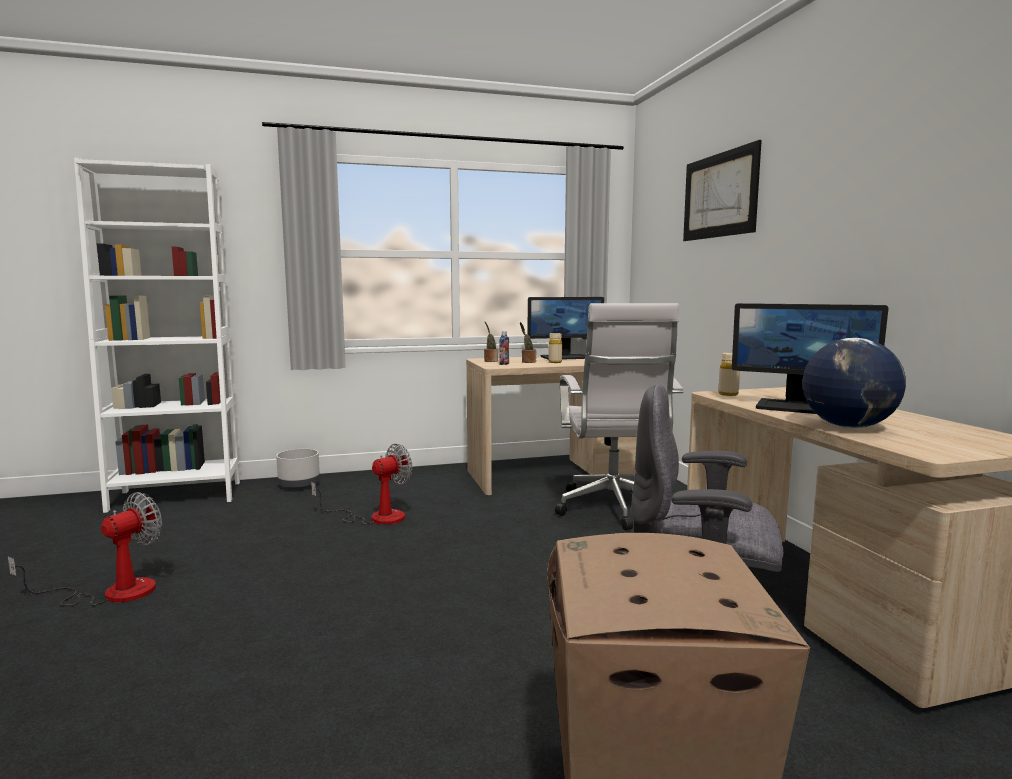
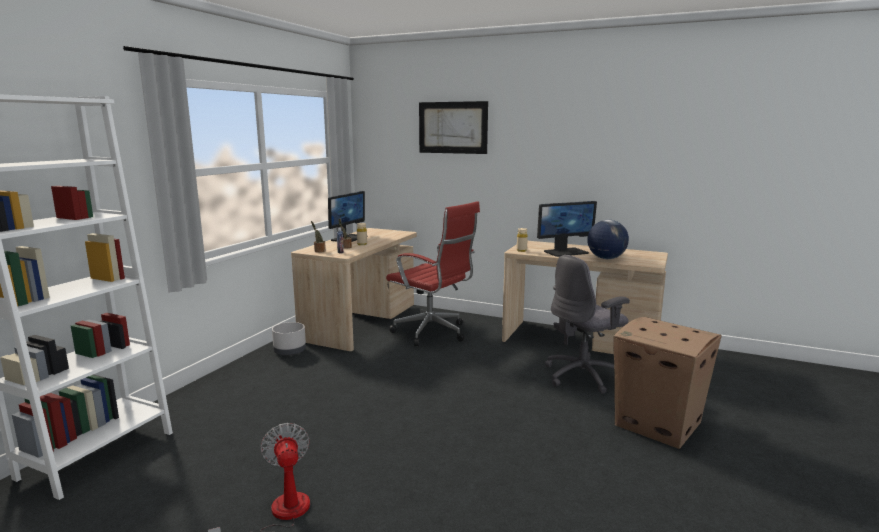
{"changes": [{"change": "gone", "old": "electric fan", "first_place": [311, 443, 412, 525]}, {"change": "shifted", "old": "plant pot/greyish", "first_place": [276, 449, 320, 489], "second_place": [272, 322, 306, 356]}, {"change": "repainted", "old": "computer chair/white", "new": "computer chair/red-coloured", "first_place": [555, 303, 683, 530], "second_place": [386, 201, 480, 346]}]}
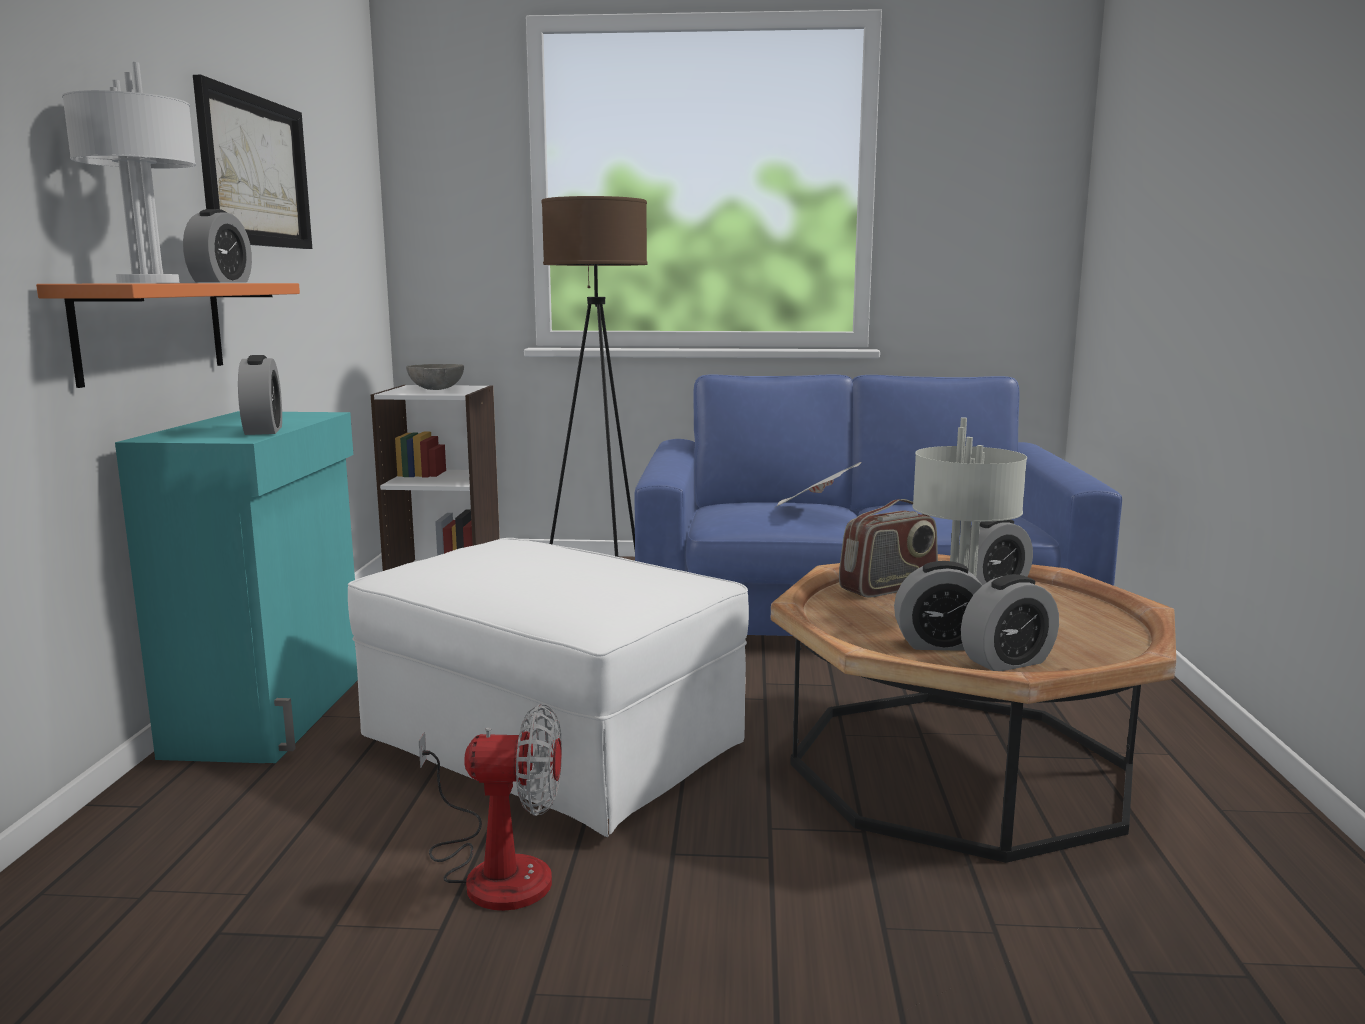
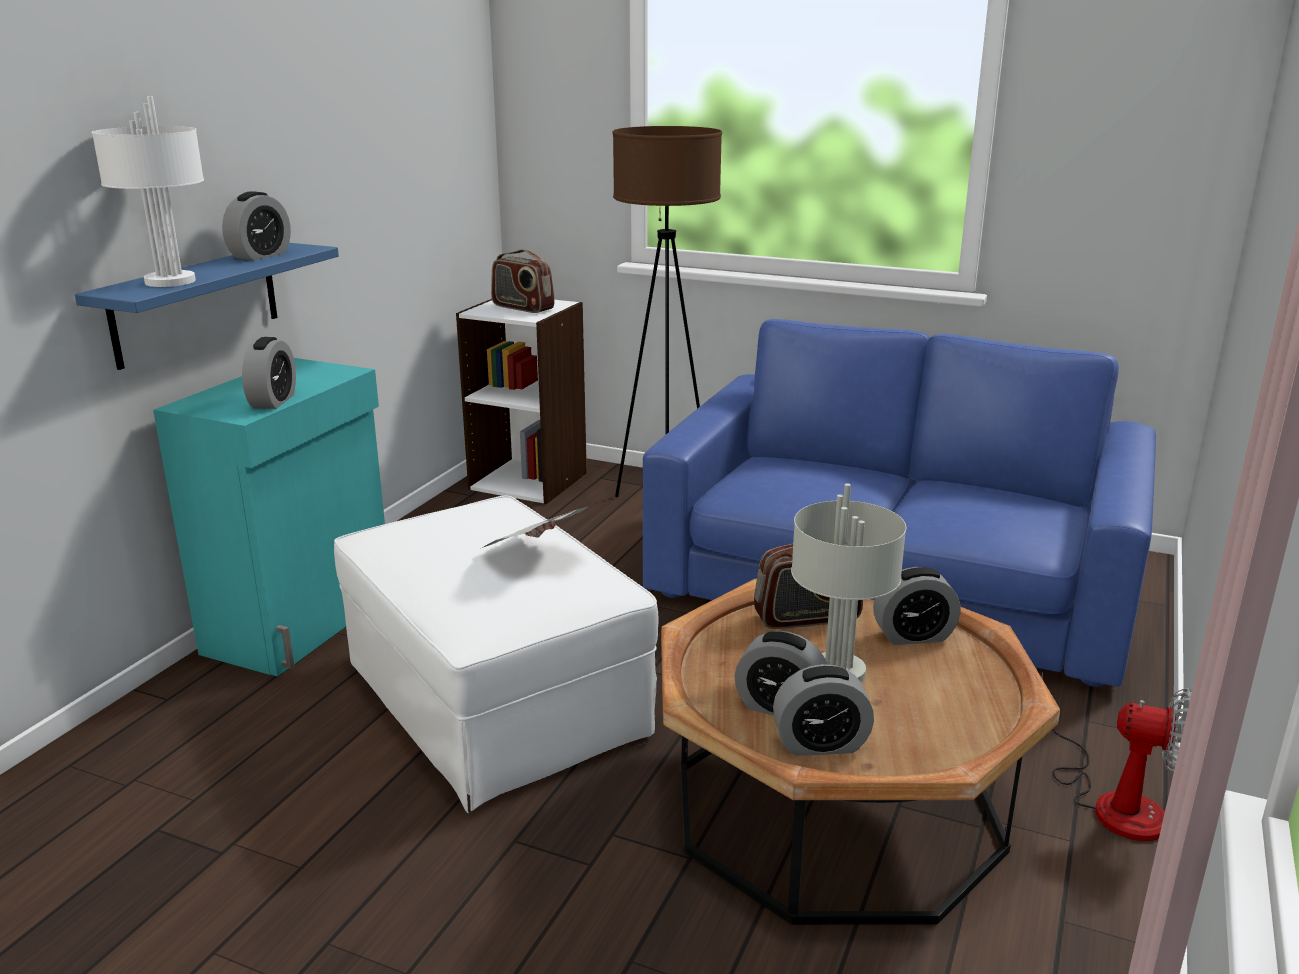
{"changes": [{"change": "gone", "old": "picture", "first_place": [193, 75, 312, 249]}, {"change": "shifted", "old": "electric fan", "first_place": [419, 704, 562, 911], "second_place": [1041, 672, 1192, 841]}, {"change": "shifted", "old": "newspaper", "first_place": [774, 462, 862, 508], "second_place": [482, 507, 588, 548]}, {"change": "swapped", "old": "serving bowl/greyish", "new": "radio", "first_place": [406, 364, 464, 390], "second_place": [491, 249, 555, 313]}, {"change": "repainted", "old": "bracket shelf/orange", "new": "bracket shelf/blue", "first_place": [36, 283, 300, 388], "second_place": [75, 243, 339, 370]}]}
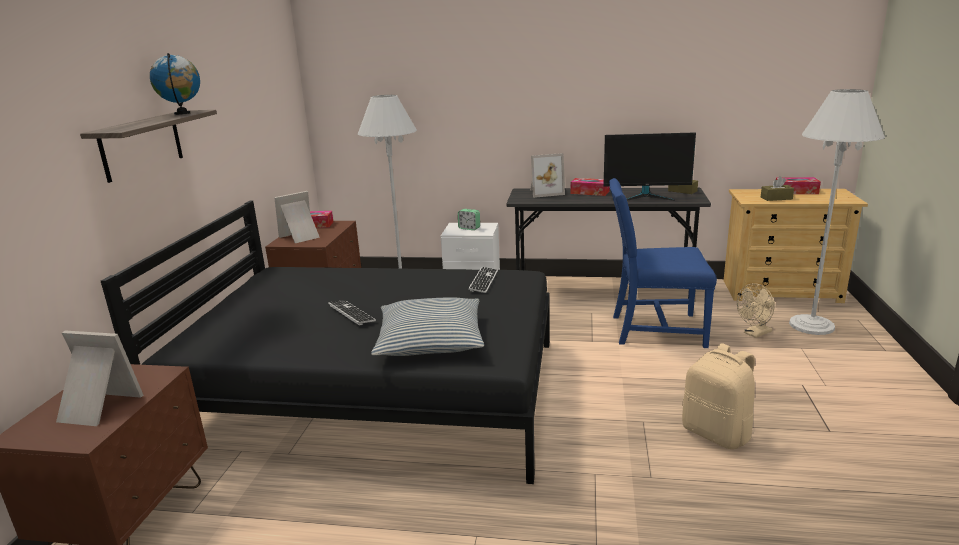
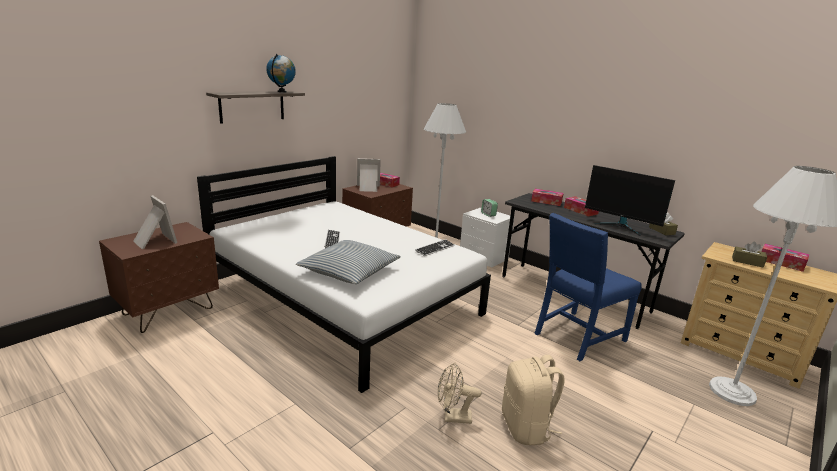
{"changes": [{"change": "shifted", "old": "electric fan/beige", "first_place": [737, 283, 775, 338], "second_place": [438, 363, 481, 424]}, {"change": "swapped", "old": "photo frame", "new": "box of tissues", "first_place": [530, 153, 565, 198], "second_place": [531, 189, 564, 206]}, {"change": "repainted", "old": "sleeping bed/black-coloured", "new": "sleeping bed/white", "first_place": [101, 201, 550, 484], "second_place": [197, 156, 491, 393]}, {"change": "rotated", "old": "chair/blue", "first_place": [609, 178, 717, 348], "second_place": [534, 213, 642, 361], "degrees": -75}]}
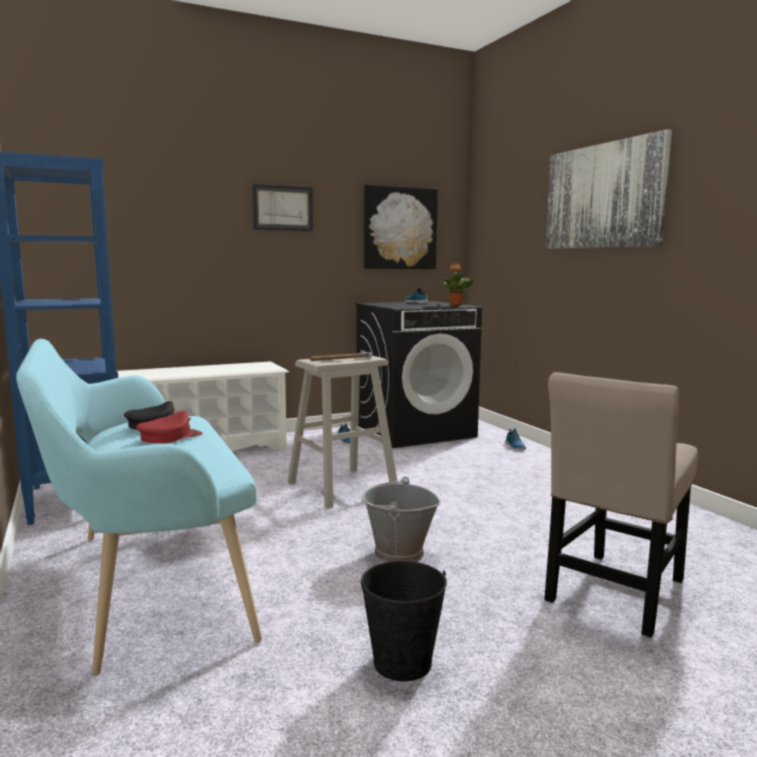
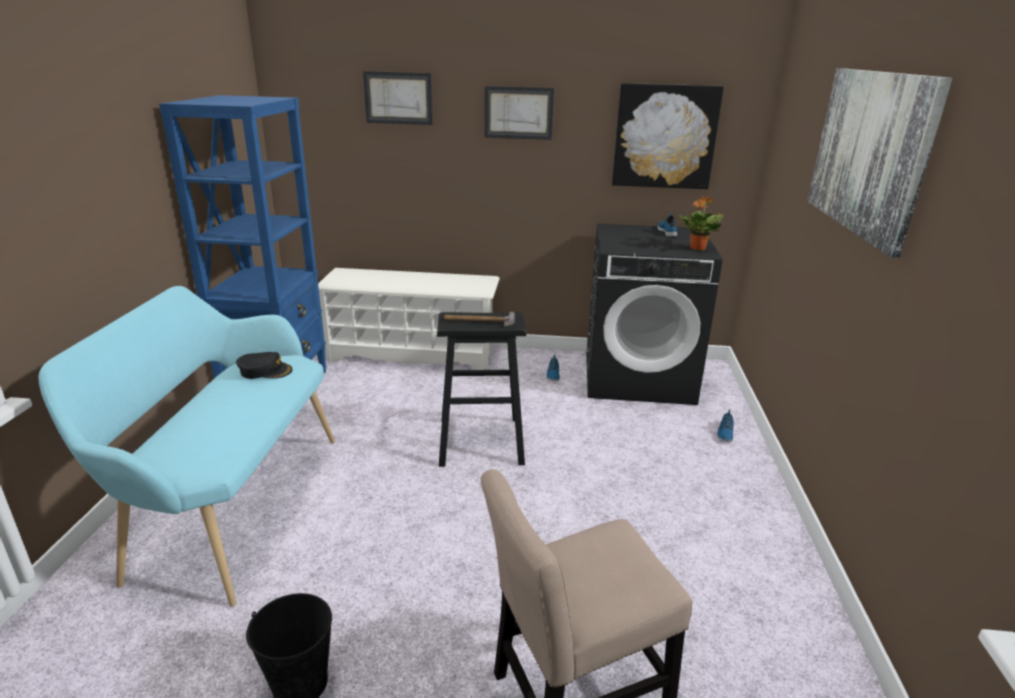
{"changes": [{"change": "gone", "old": "baseball cap/red-coloured", "first_place": [136, 411, 203, 443]}, {"change": "gone", "old": "pail/greyish", "first_place": [362, 477, 441, 562]}, {"change": "new", "new": "picture", "second_place": [363, 71, 433, 125]}, {"change": "repainted", "old": "sitting stool/beige", "new": "sitting stool/black-coloured", "first_place": [287, 356, 397, 509], "second_place": [437, 312, 527, 467]}]}
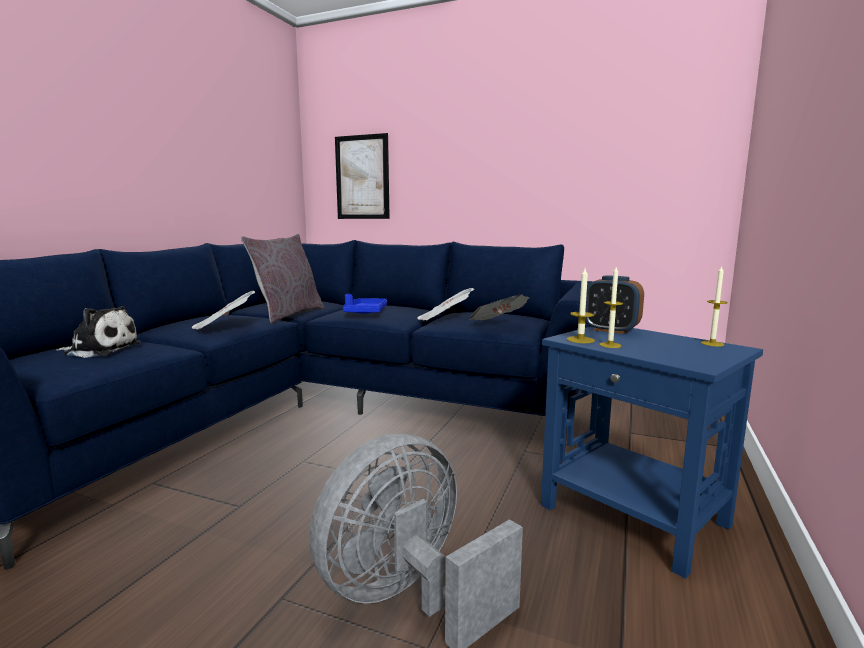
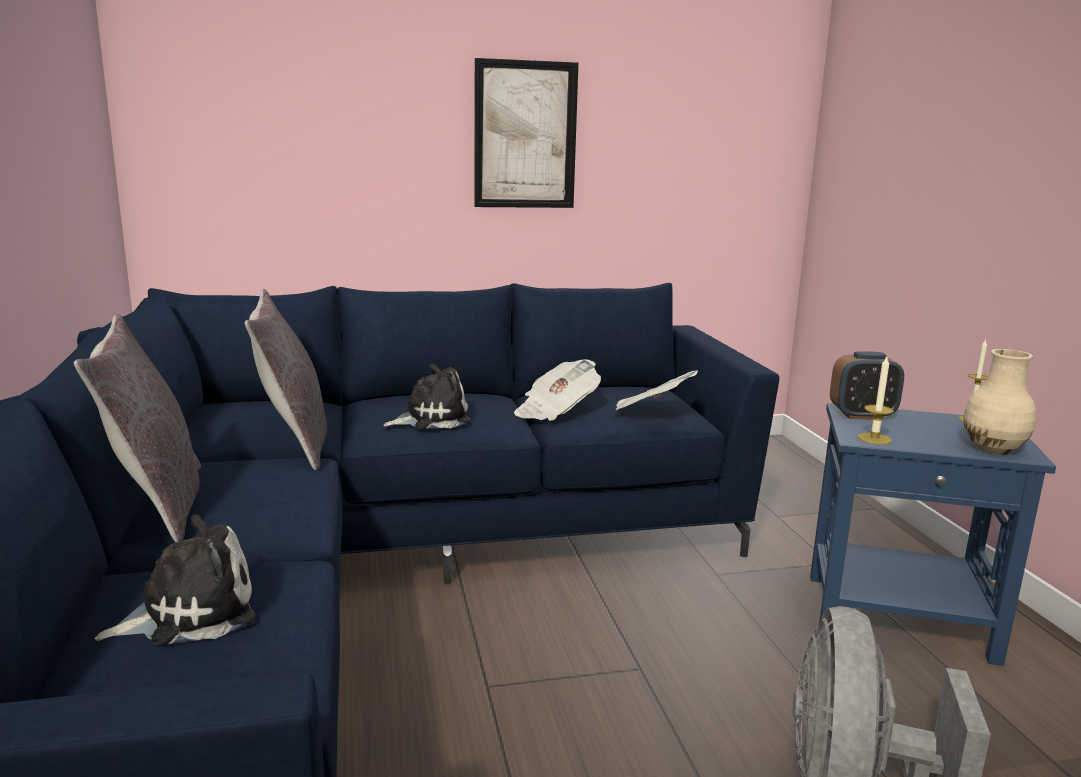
{"changes": [{"change": "gone", "old": "newspaper", "first_place": [191, 291, 255, 329]}, {"change": "gone", "old": "wax light", "first_place": [599, 267, 623, 348]}, {"change": "new", "new": "pillow/greyish", "second_place": [74, 314, 201, 543]}, {"change": "new", "new": "vase/beige", "second_place": [963, 349, 1036, 455]}, {"change": "shifted", "old": "picture", "first_place": [335, 133, 390, 219], "second_place": [474, 58, 579, 208]}, {"change": "swapped", "old": "serving tray/blue", "new": "cuddly toy", "first_place": [343, 294, 387, 314], "second_place": [383, 364, 471, 429]}]}
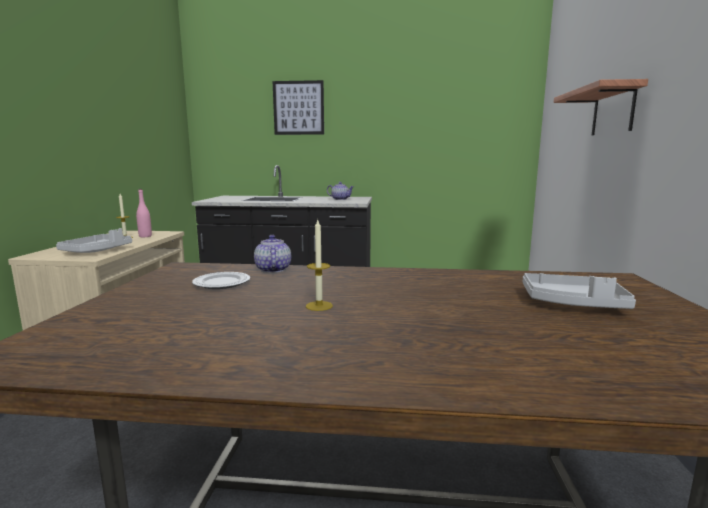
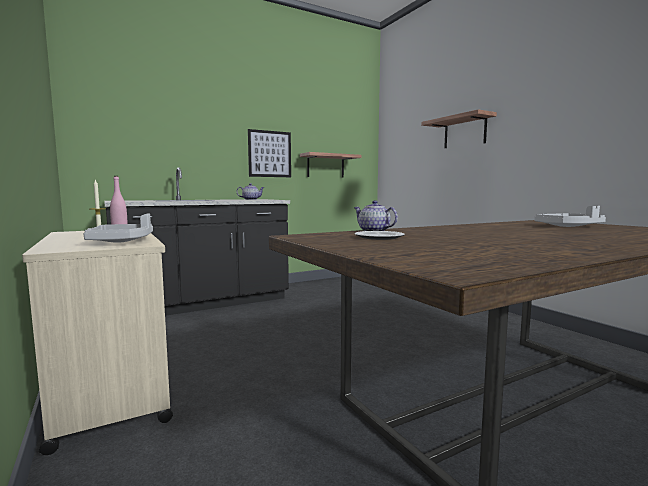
{"changes": [{"change": "gone", "old": "wax light", "first_place": [306, 220, 333, 311]}, {"change": "new", "new": "bracket shelf", "second_place": [300, 152, 361, 178]}, {"change": "shifted", "old": "picture", "first_place": [273, 80, 324, 135], "second_place": [248, 129, 291, 177]}]}
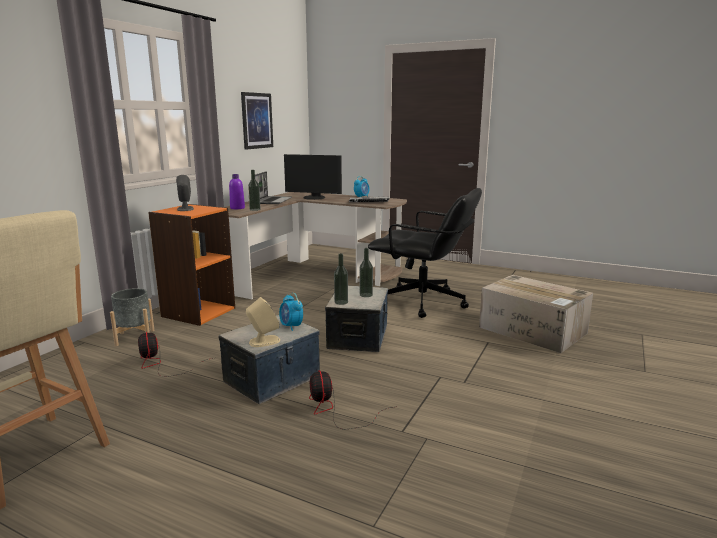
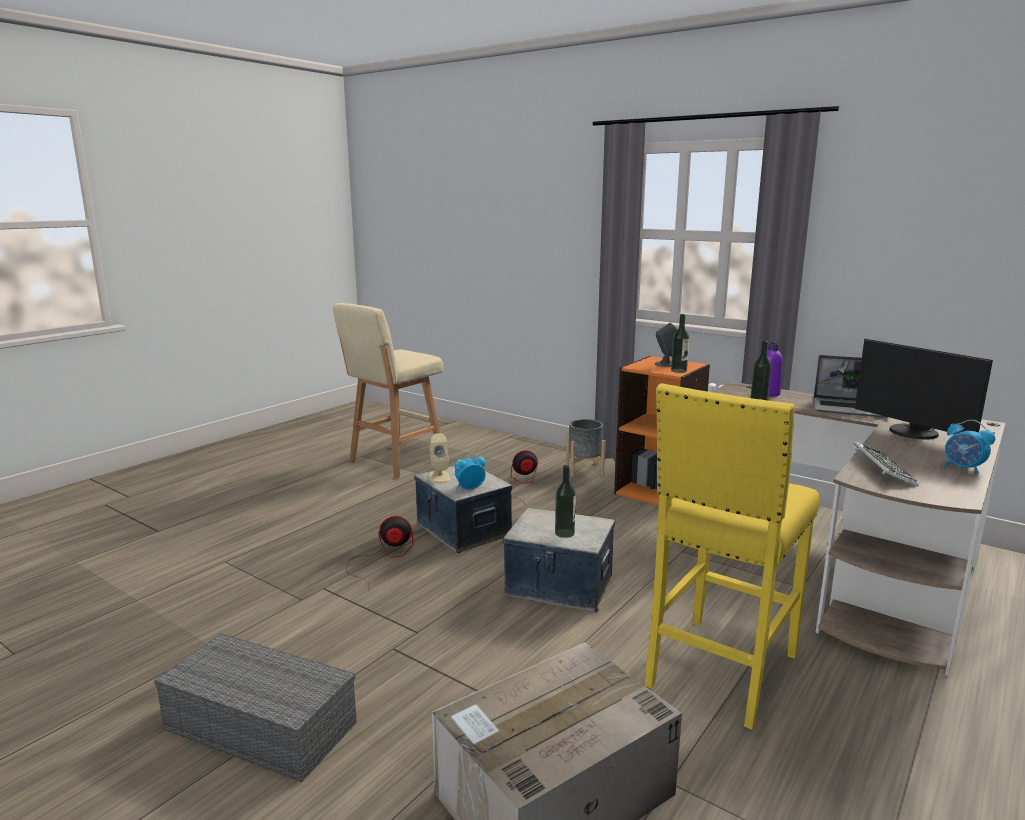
{"changes": [{"change": "gone", "old": "picture", "first_place": [241, 92, 273, 150]}, {"change": "new", "new": "storage bin/greyish", "second_place": [154, 633, 357, 782]}, {"change": "shifted", "old": "beverage bottle", "first_place": [334, 253, 348, 305], "second_place": [671, 314, 689, 373]}, {"change": "swapped", "old": "computer chair/black-coloured", "new": "sitting stool/yellowish", "first_place": [368, 188, 482, 318], "second_place": [644, 383, 820, 730]}, {"change": "rotated", "old": "computer screen", "first_place": [284, 154, 342, 200], "second_place": [855, 339, 993, 440], "degrees": -60}]}
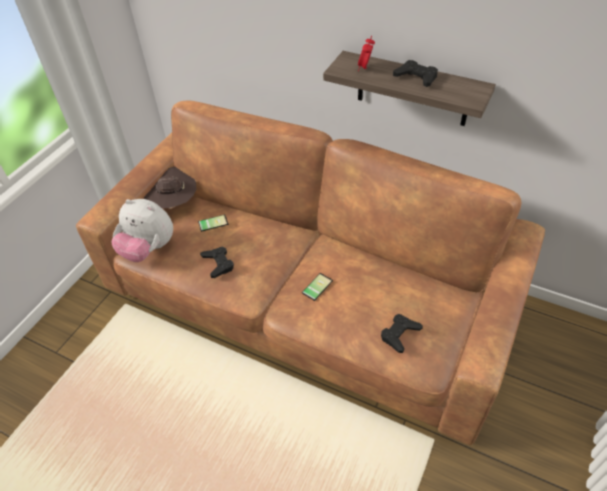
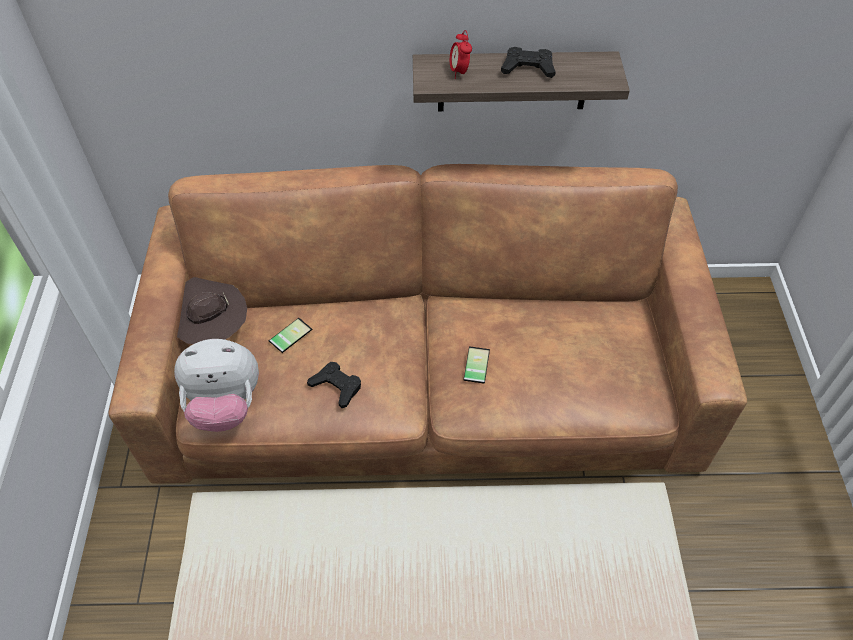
{"changes": [{"change": "gone", "old": "game controller/black-coloured", "first_place": [381, 314, 423, 353]}]}
